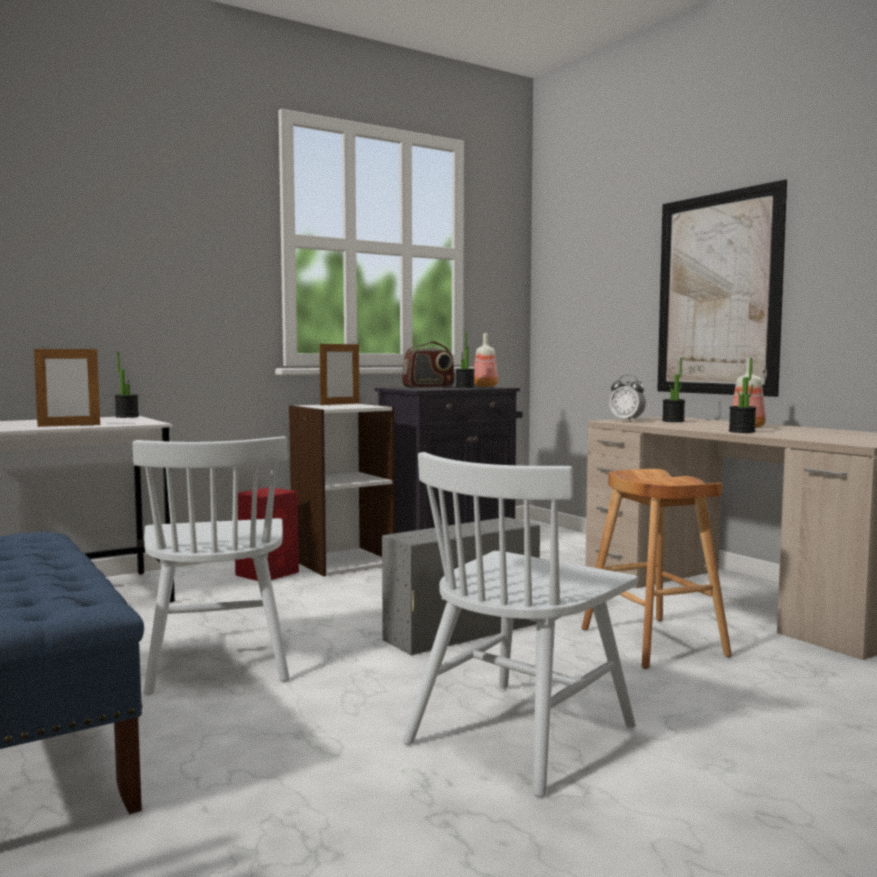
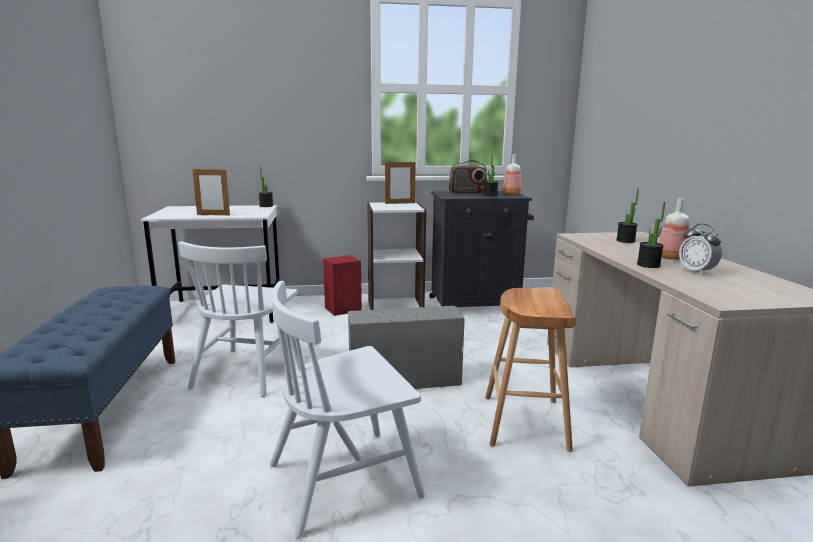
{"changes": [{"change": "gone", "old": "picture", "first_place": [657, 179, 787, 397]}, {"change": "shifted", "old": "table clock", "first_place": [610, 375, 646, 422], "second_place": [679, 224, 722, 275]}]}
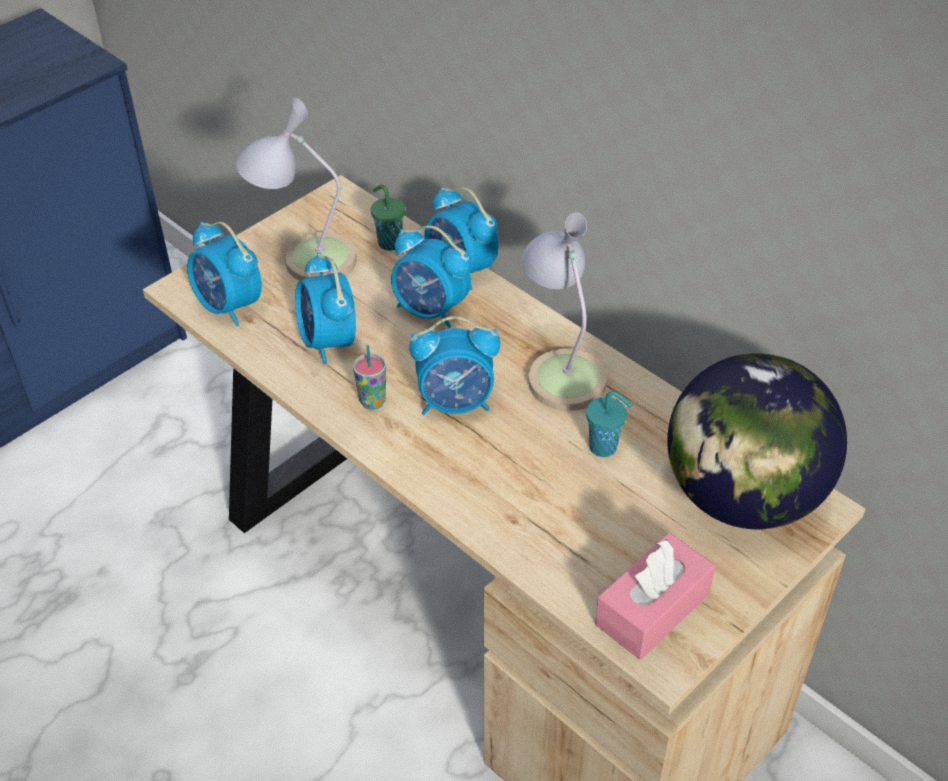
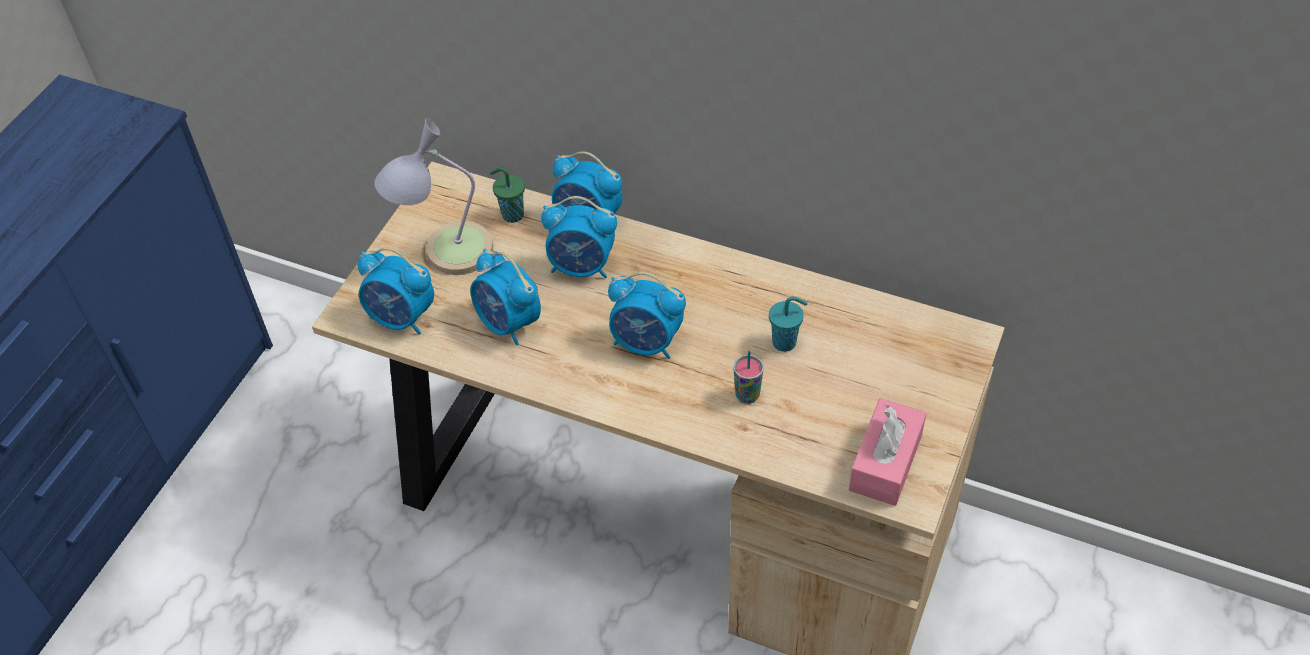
{"changes": [{"change": "gone", "old": "lamp for a table", "first_place": [522, 213, 607, 411]}, {"change": "gone", "old": "world globe", "first_place": [667, 353, 847, 529]}, {"change": "shifted", "old": "cup", "first_place": [353, 345, 386, 410], "second_place": [733, 351, 764, 404]}, {"change": "rotated", "old": "table clock", "first_place": [409, 316, 500, 415], "second_place": [608, 272, 686, 359], "degrees": 45}]}
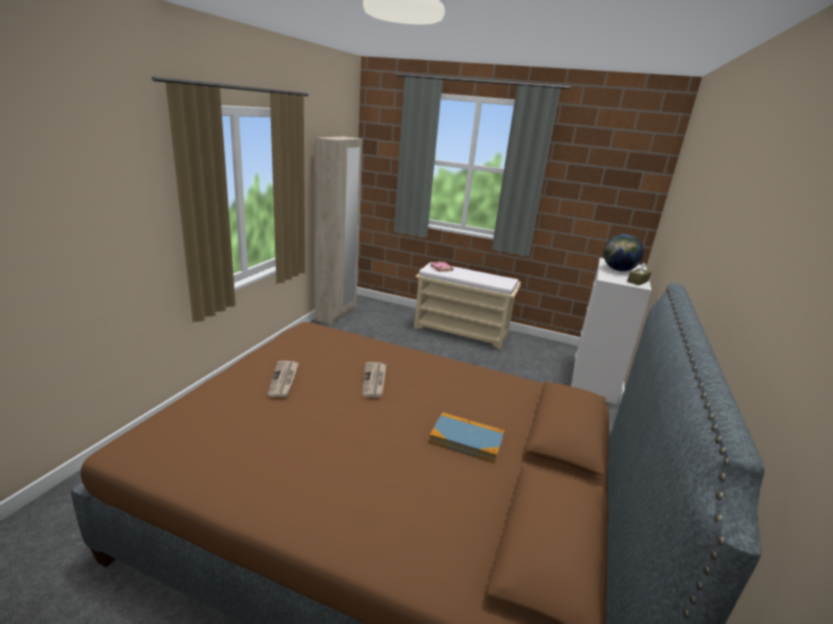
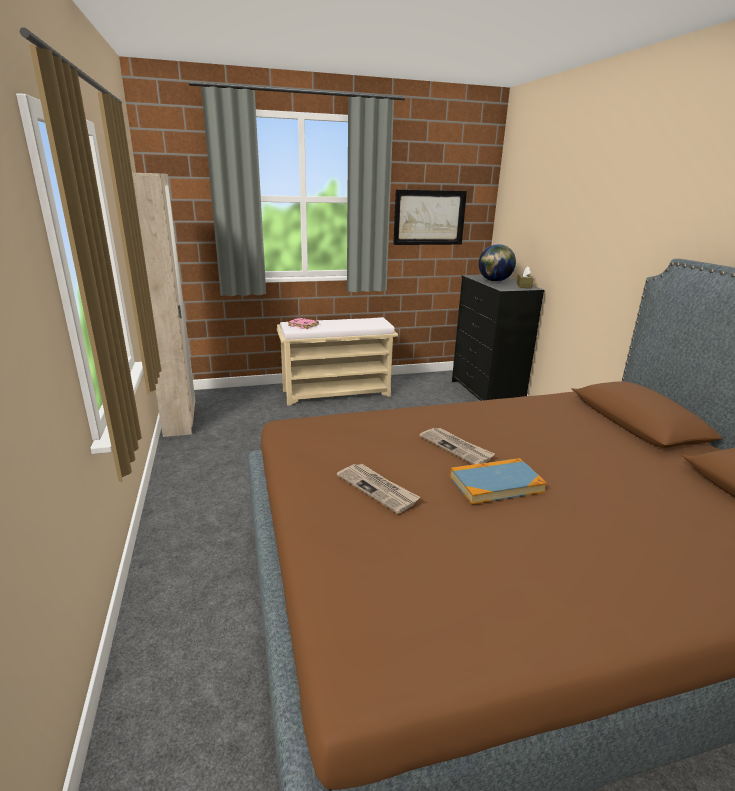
{"changes": [{"change": "new", "new": "picture", "second_place": [393, 190, 467, 245]}, {"change": "shifted", "old": "bound book", "first_place": [429, 412, 505, 462], "second_place": [450, 458, 547, 504]}, {"change": "repainted", "old": "dresser/white", "new": "dresser/black-coloured", "first_place": [571, 258, 652, 405], "second_place": [452, 275, 545, 401]}]}
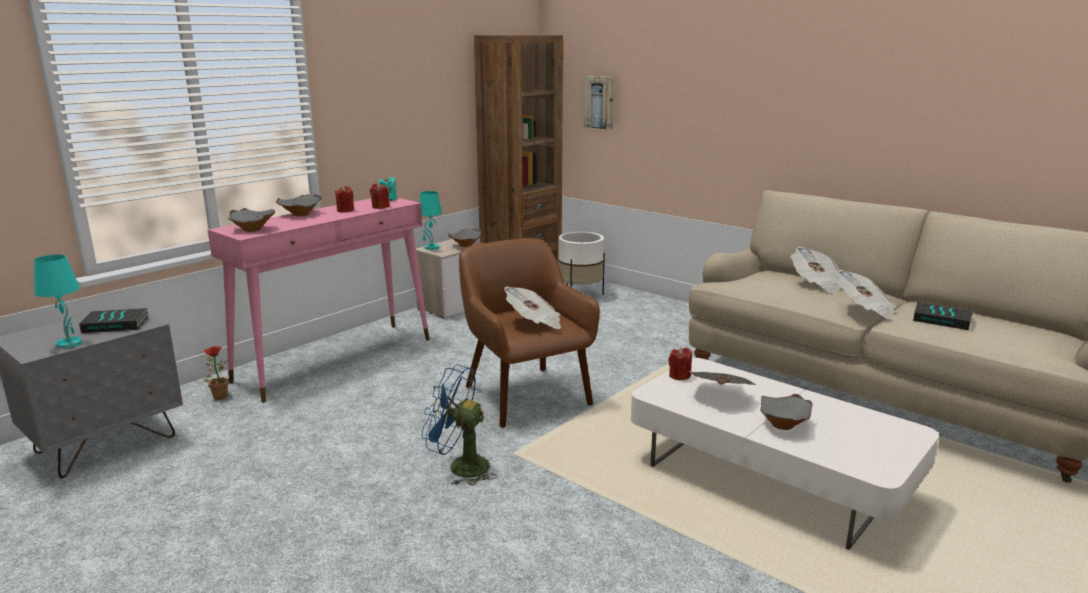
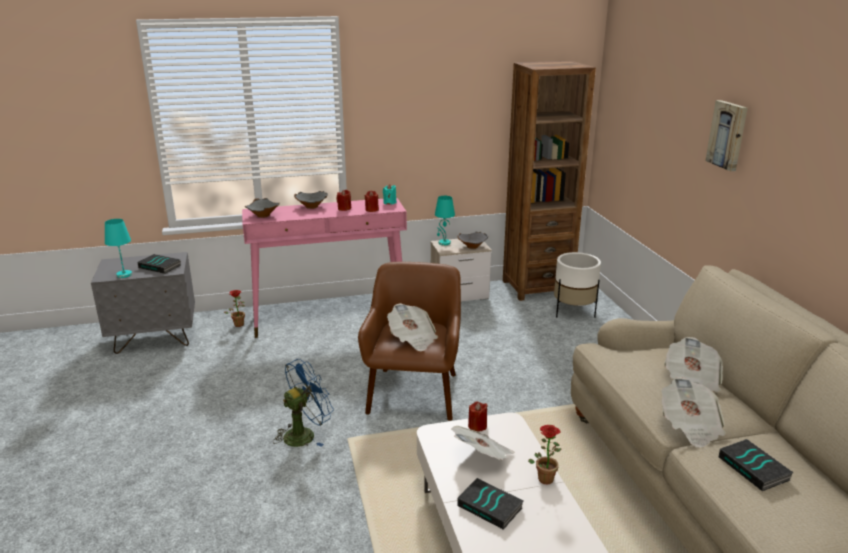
{"changes": [{"change": "new", "new": "houseplant", "second_place": [528, 425, 561, 484]}, {"change": "shifted", "old": "picture", "first_place": [584, 76, 614, 130], "second_place": [705, 100, 748, 171]}, {"change": "swapped", "old": "serving bowl/greyish", "new": "bound book", "first_place": [760, 394, 812, 430], "second_place": [457, 478, 524, 530]}, {"change": "rotated", "old": "electric fan/blue", "first_place": [422, 364, 497, 486], "second_place": [273, 359, 334, 447], "degrees": 90}]}
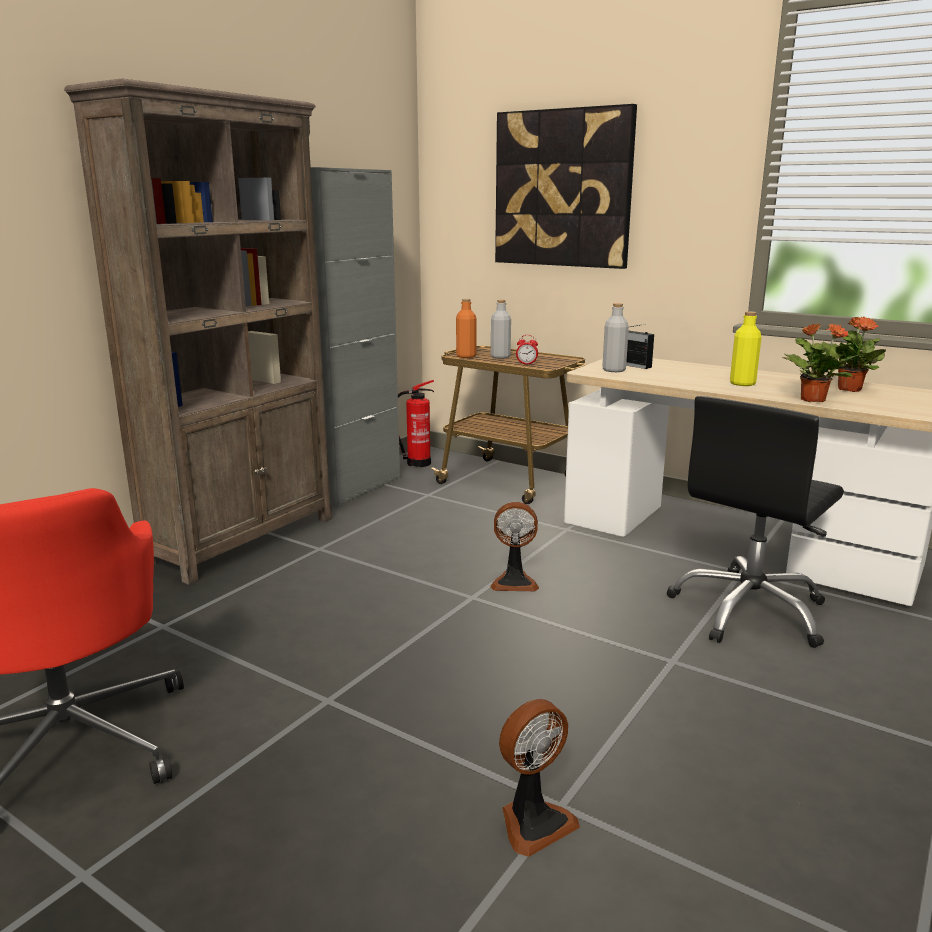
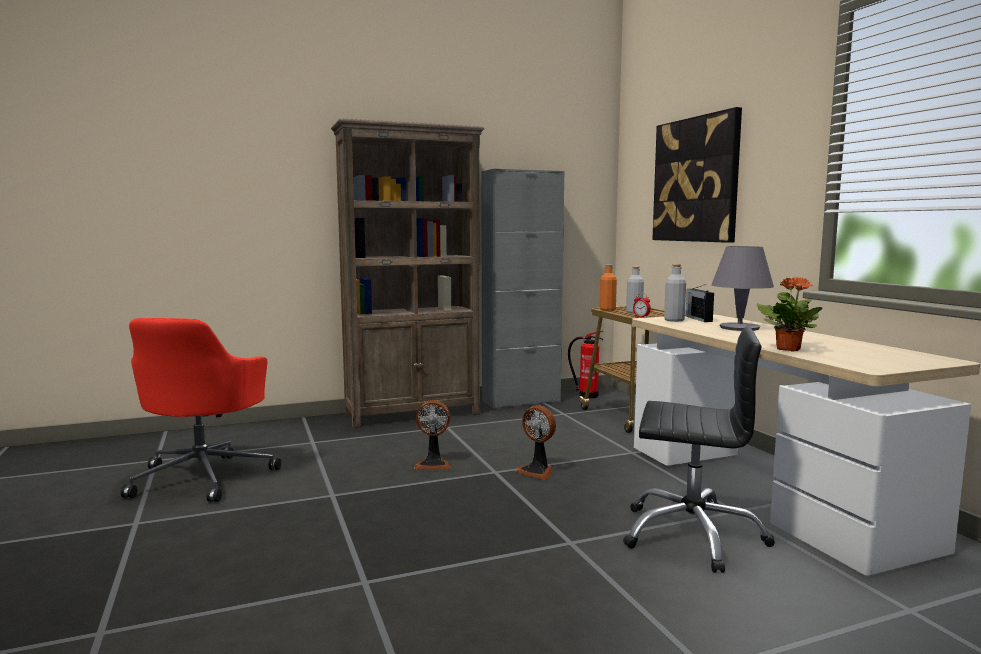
{"changes": [{"change": "gone", "old": "beverage bottle/yellowish", "first_place": [730, 311, 762, 386]}, {"change": "gone", "old": "houseplant", "first_place": [822, 316, 886, 392]}, {"change": "new", "new": "lamp for a table/greyish", "second_place": [711, 246, 774, 331]}, {"change": "shifted", "old": "electric fan", "first_place": [499, 699, 580, 857], "second_place": [414, 400, 451, 470]}, {"change": "rotated", "old": "computer chair/black-coloured", "first_place": [666, 396, 844, 648], "second_place": [623, 327, 775, 573], "degrees": -150}]}
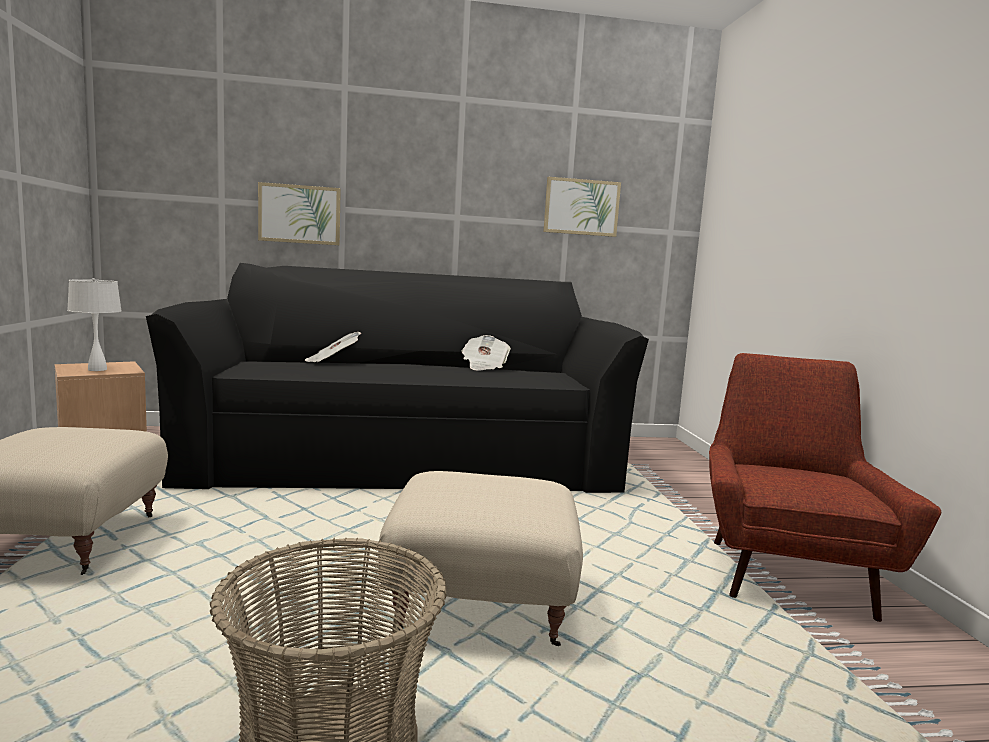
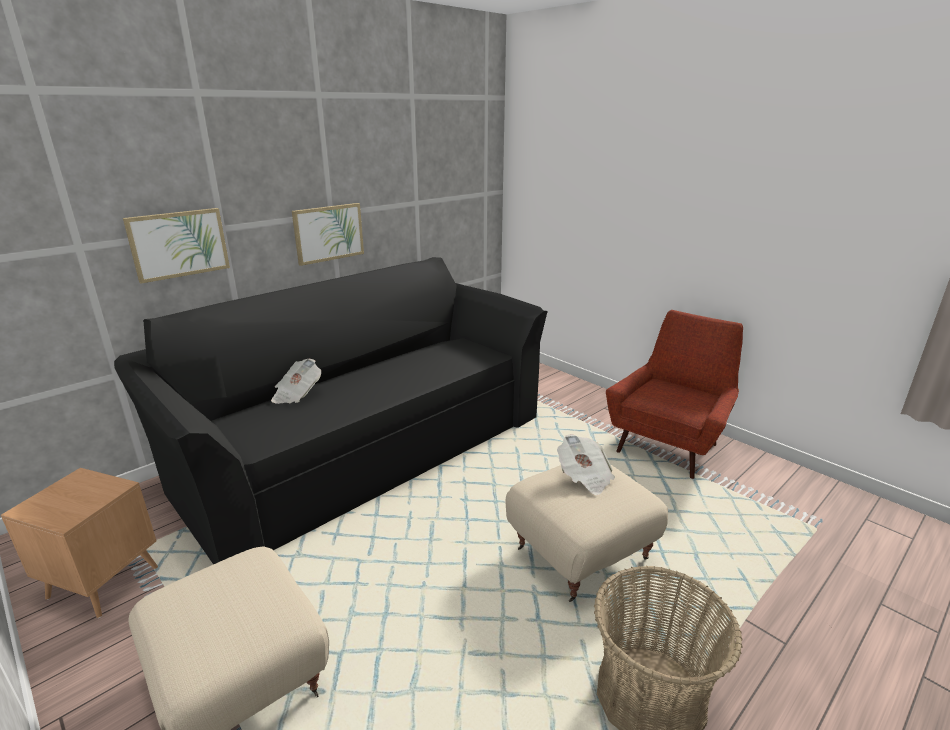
{"changes": [{"change": "gone", "old": "lamp for a table/white", "first_place": [67, 278, 121, 371]}, {"change": "shifted", "old": "newspaper", "first_place": [462, 335, 511, 371], "second_place": [557, 434, 615, 495]}, {"change": "shifted", "old": "picture", "first_place": [544, 177, 621, 237], "second_place": [292, 203, 364, 266]}, {"change": "rotated", "old": "armchair/red-coloured", "first_place": [709, 353, 941, 622], "second_place": [606, 310, 743, 479], "degrees": 60}]}
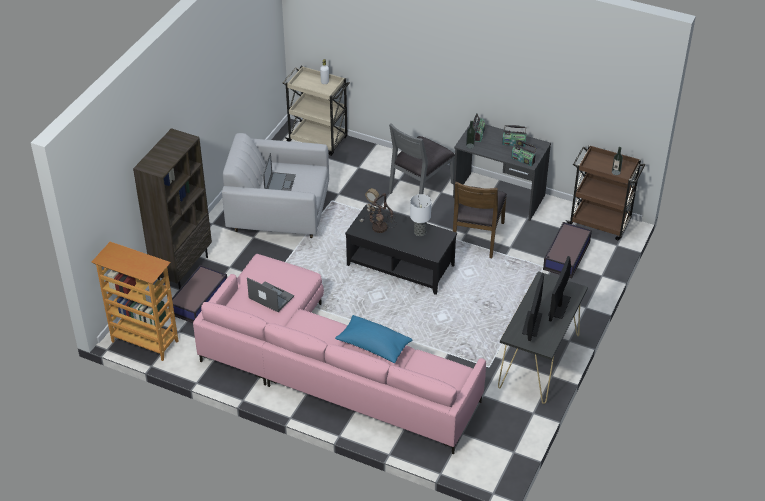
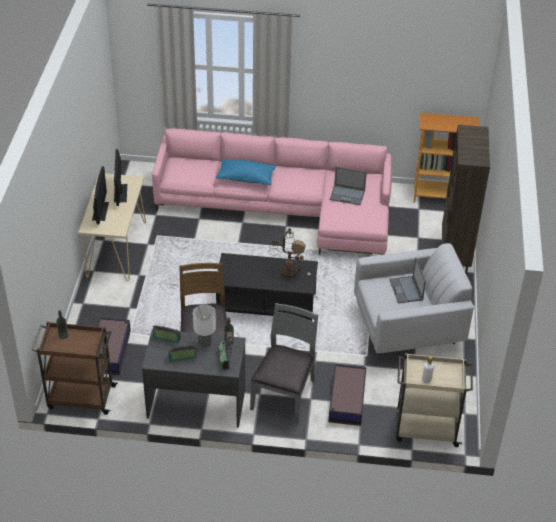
{"changes": [{"change": "shifted", "old": "storage bin", "first_place": [168, 265, 227, 323], "second_place": [328, 364, 366, 426]}, {"change": "shifted", "old": "lamp for a table", "first_place": [410, 194, 431, 236], "second_place": [193, 305, 216, 348]}, {"change": "repainted", "old": "narrow table/black-coloured", "new": "narrow table/beige", "first_place": [498, 271, 588, 404], "second_place": [78, 173, 146, 281]}]}
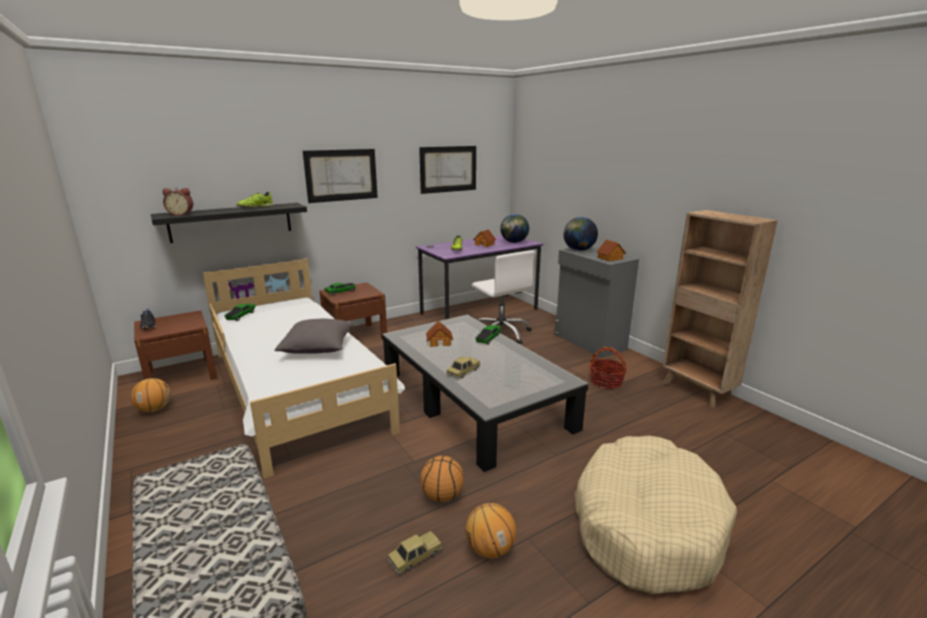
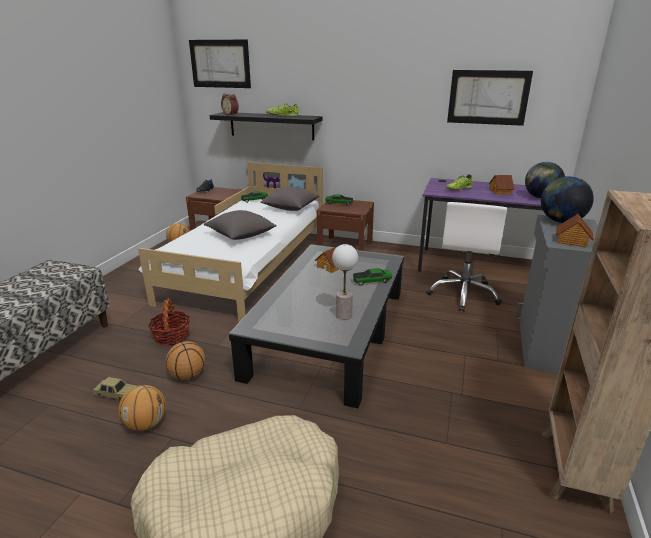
{"changes": [{"change": "gone", "old": "model car", "first_place": [447, 356, 480, 379]}, {"change": "new", "new": "pillow/greyish", "second_place": [260, 186, 319, 211]}, {"change": "new", "new": "lamp for a table", "second_place": [332, 244, 358, 320]}, {"change": "shifted", "old": "picture", "first_place": [303, 149, 378, 203], "second_place": [189, 40, 251, 88]}, {"change": "shifted", "old": "household basket", "first_place": [590, 347, 627, 389], "second_place": [148, 298, 190, 346]}]}
